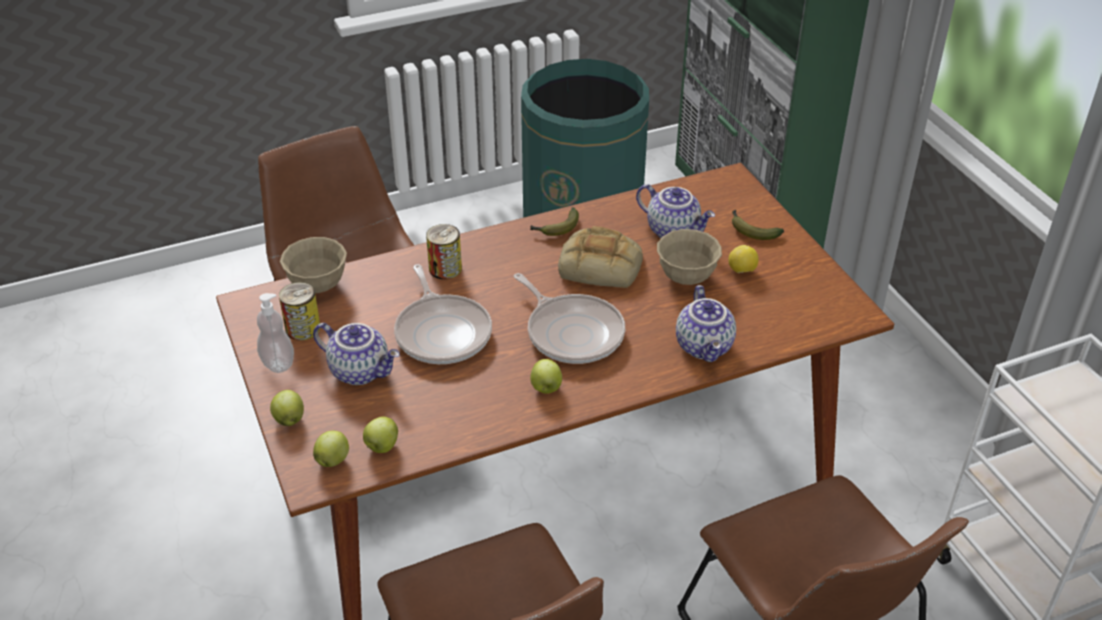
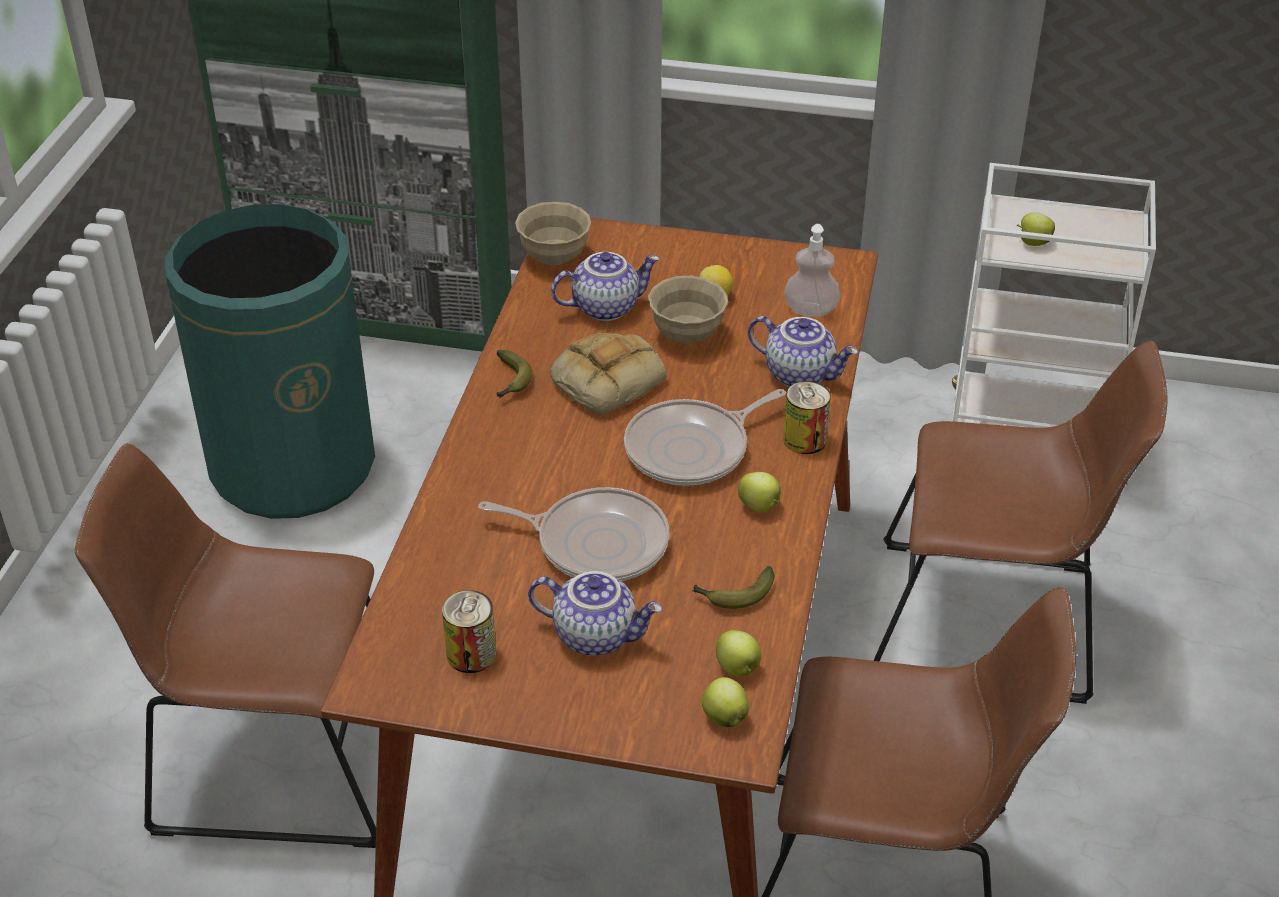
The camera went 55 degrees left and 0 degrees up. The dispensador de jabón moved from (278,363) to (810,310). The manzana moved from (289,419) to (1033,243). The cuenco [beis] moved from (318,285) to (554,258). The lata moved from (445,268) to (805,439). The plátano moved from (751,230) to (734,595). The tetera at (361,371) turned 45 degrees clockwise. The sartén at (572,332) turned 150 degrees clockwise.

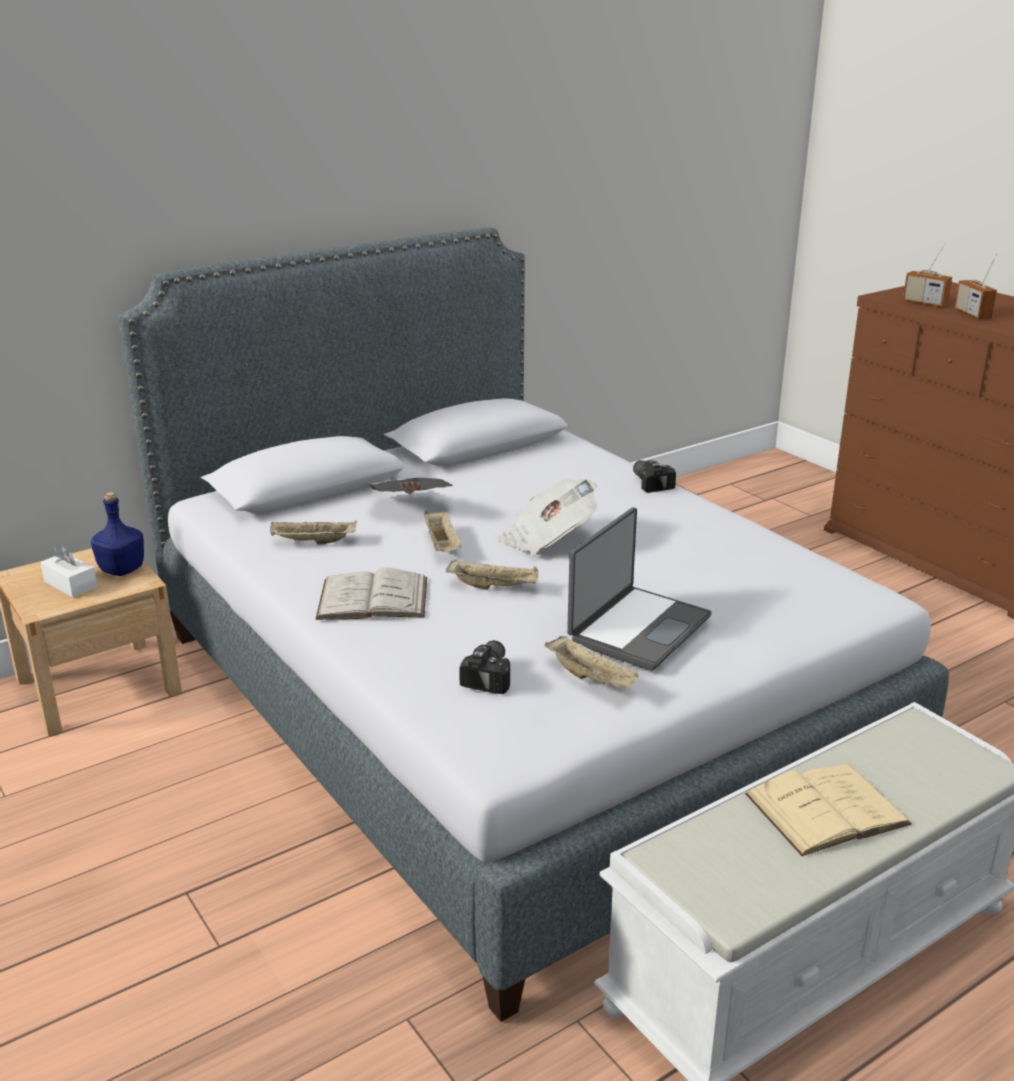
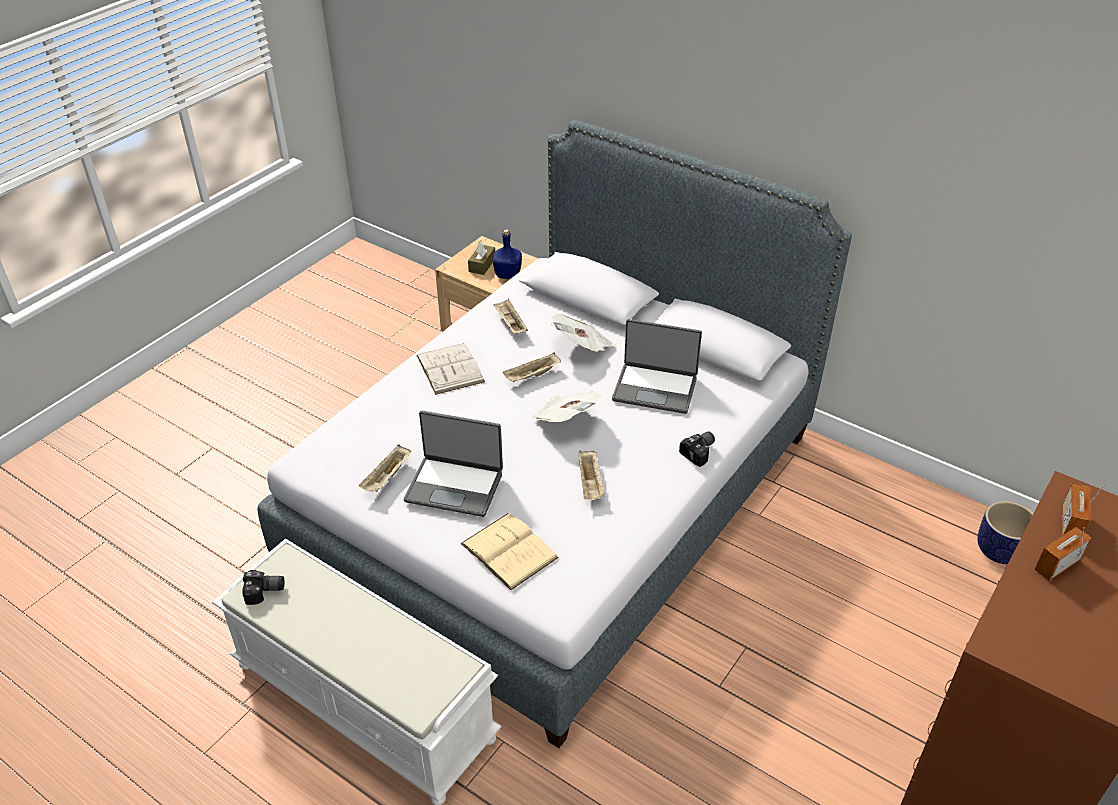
The camera went 70 degrees right and 15 degrees up. The portátil at (655,388) appeared. The maceta at (1000,550) appeared. The bandeja [beis] moved from (494,586) to (590,484). The cámara moved from (491,676) to (265,592). The libro [beis] moved from (826,809) to (509,550). The caja de pañuelos [blanco] at (70,584) became the caja de pañuelos [marrón] at (482,265).

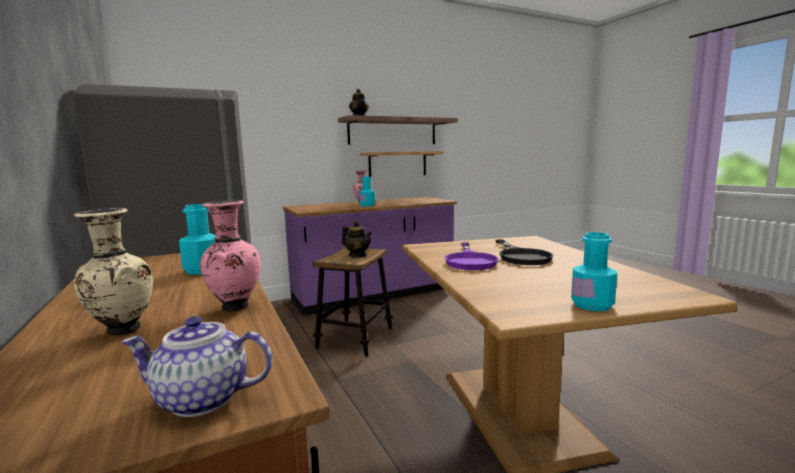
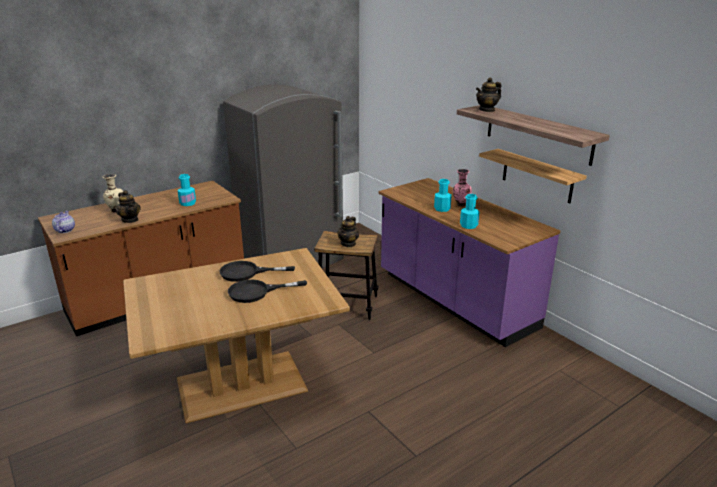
The camera went 80 degrees right and 15 degrees up. The botella [turquesa] moved from (592,305) to (468,225). The florero [rosa] at (234,307) was replaced by the tetera at (130,220). The sartén [morado] at (470,260) became the sartén [negro] at (246,273).

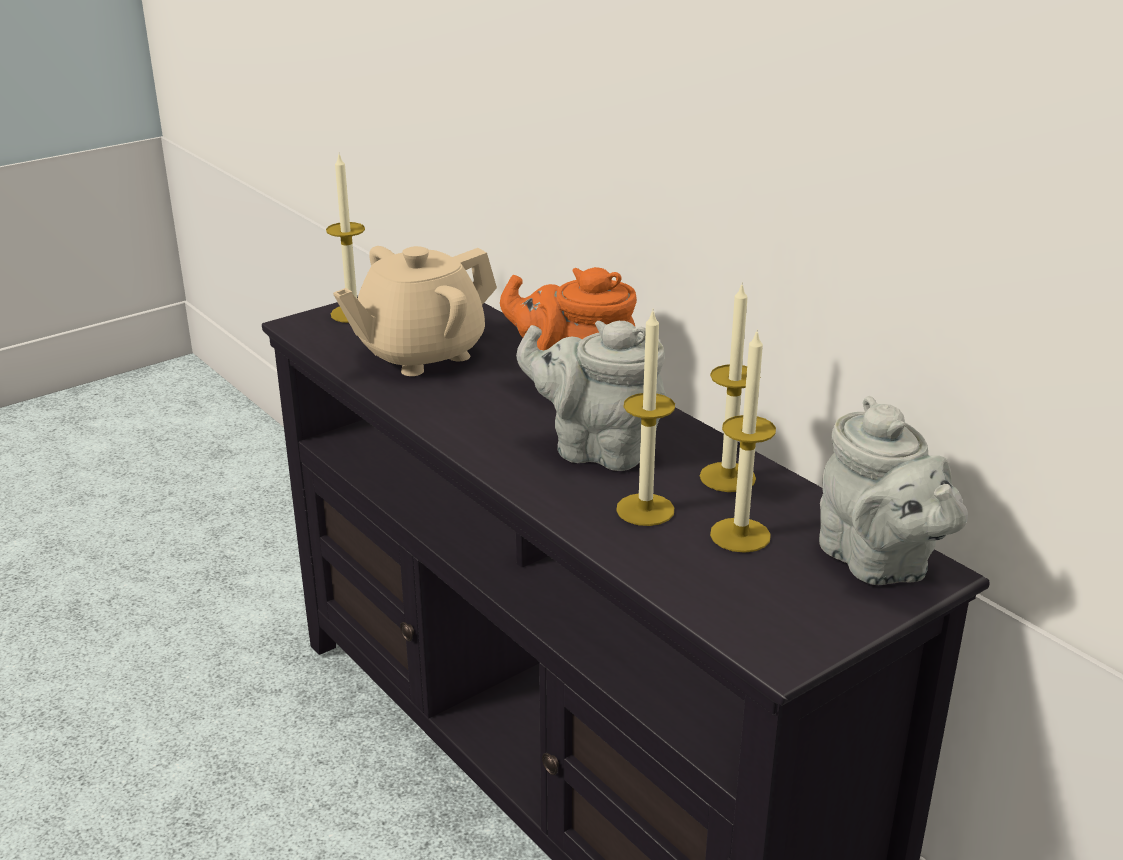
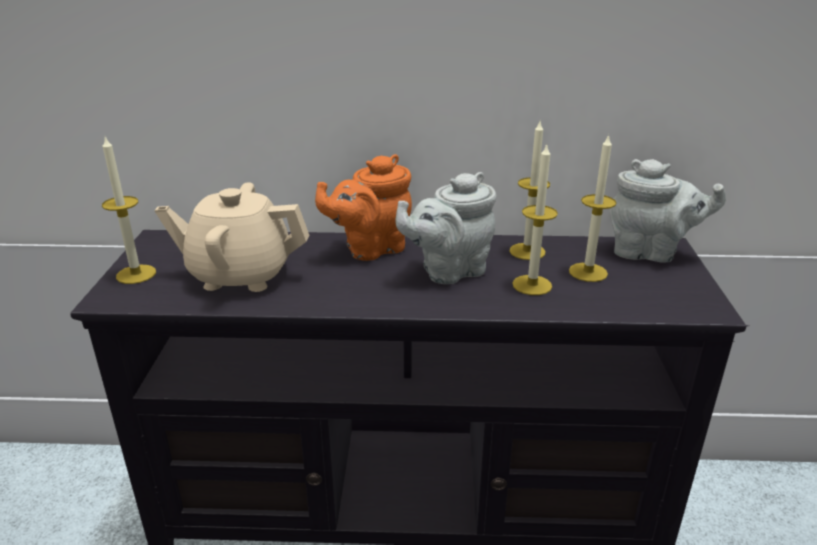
The camera went 50 degrees left and 0 degrees up. The tetera [beis] at (420,354) turned 90 degrees clockwise.

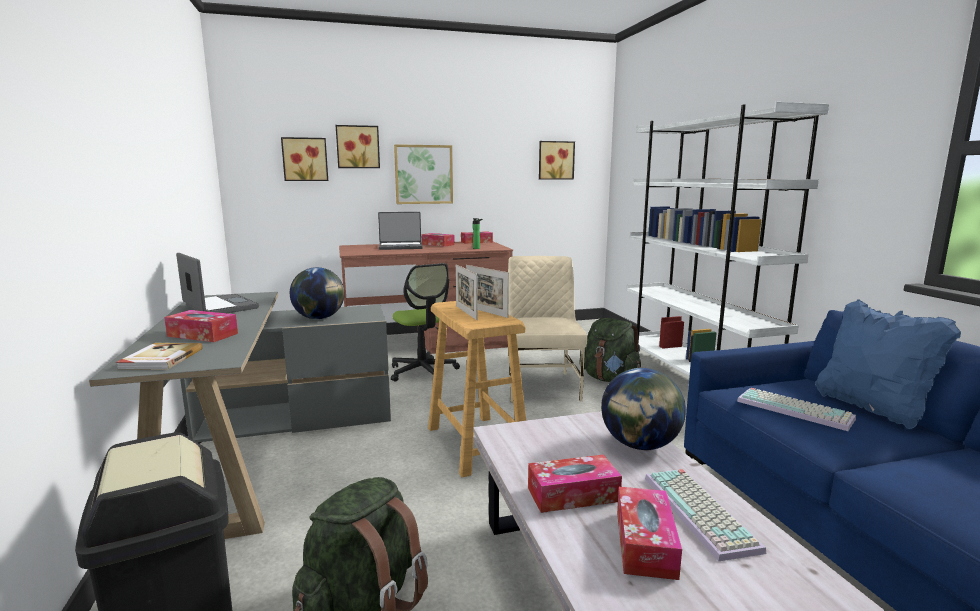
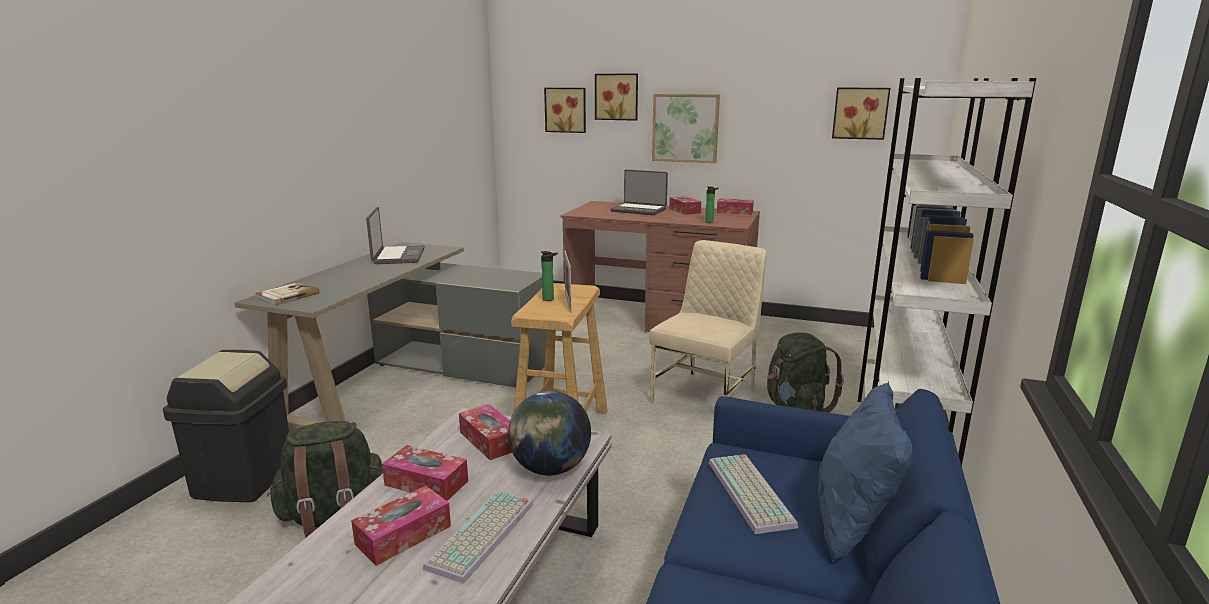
The camera went 35 degrees right and 5 degrees up. The globo terráqueo at (319,318) disappeared. The silla de oficina at (423,371) disappeared. The caja de pañuelos moved from (202,335) to (490,440). The portarretratos at (466,312) was replaced by the botella at (550,299).

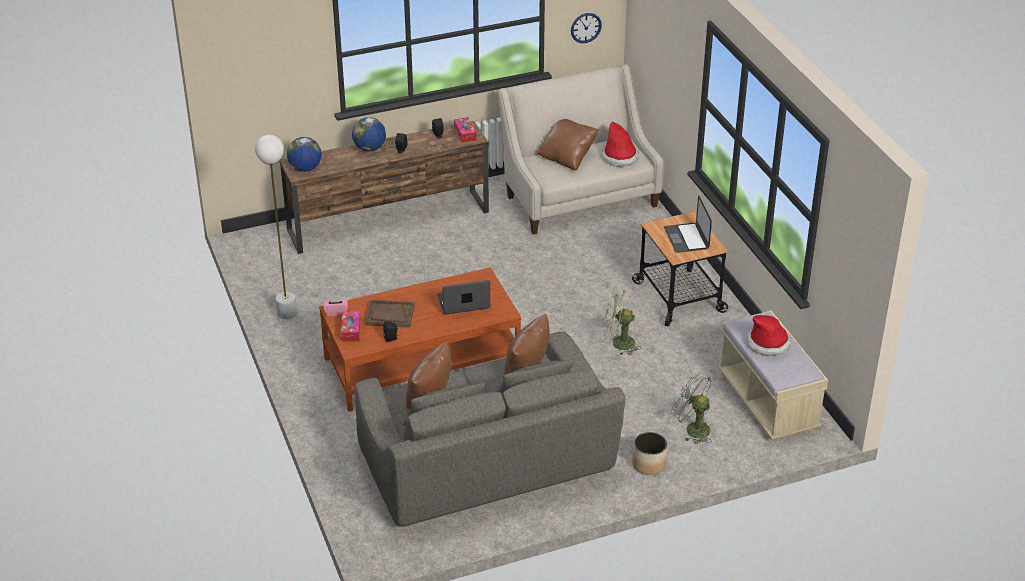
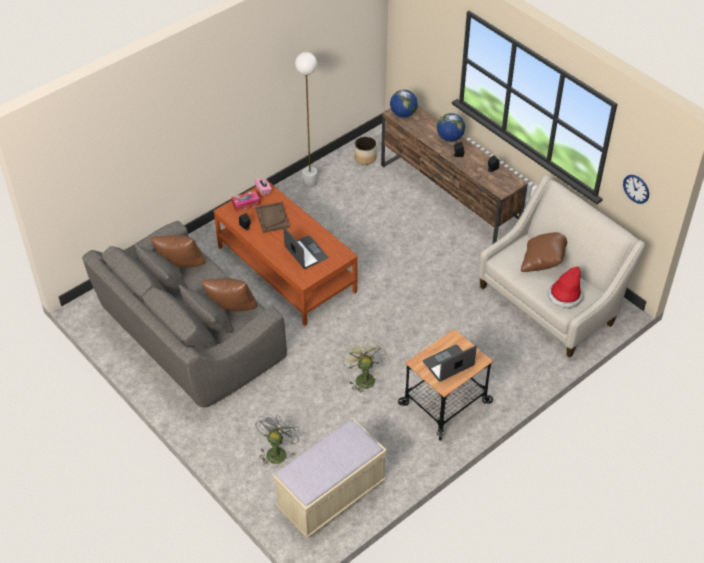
The camera went 70 degrees right and 10 degrees up. The caja de pañuelos at (465,134) disappeared. The sombrero at (768,343) disappeared. The maceta moved from (648,464) to (365,158).

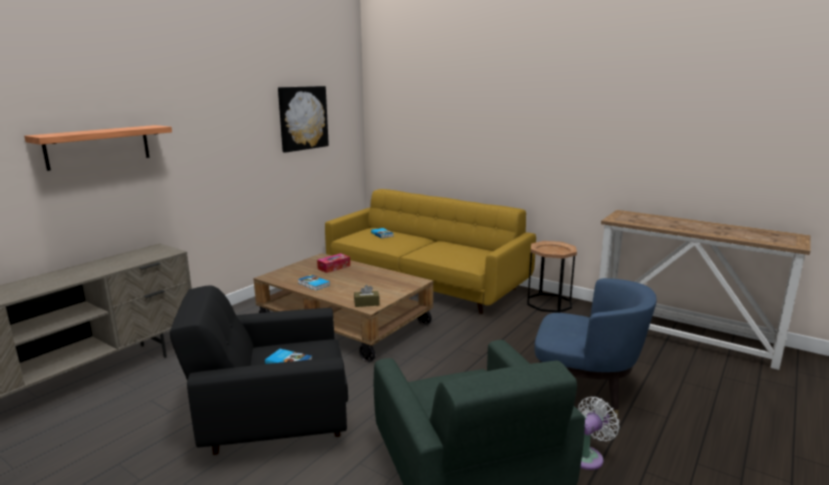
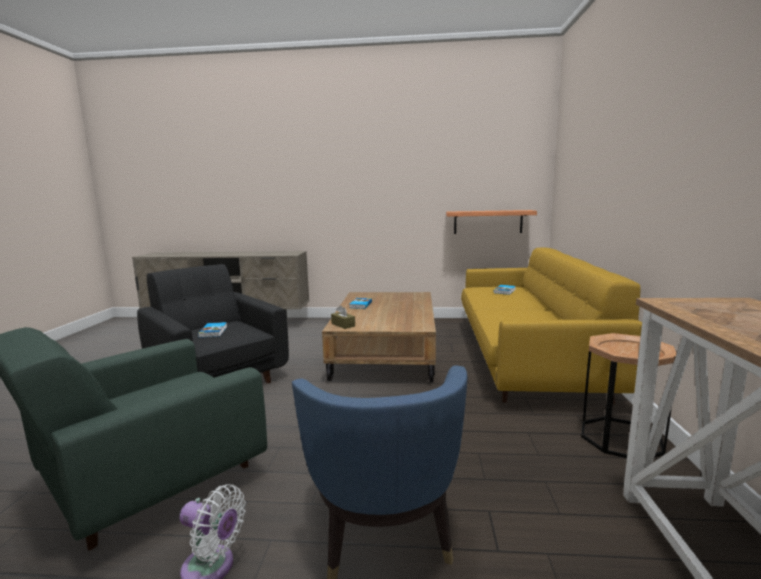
The camera went 60 degrees right and 5 degrees down. The cuadro at (303,118) disappeared. The caja de pañuelos at (334,267) disappeared. The estante moved from (98,146) to (488,222).

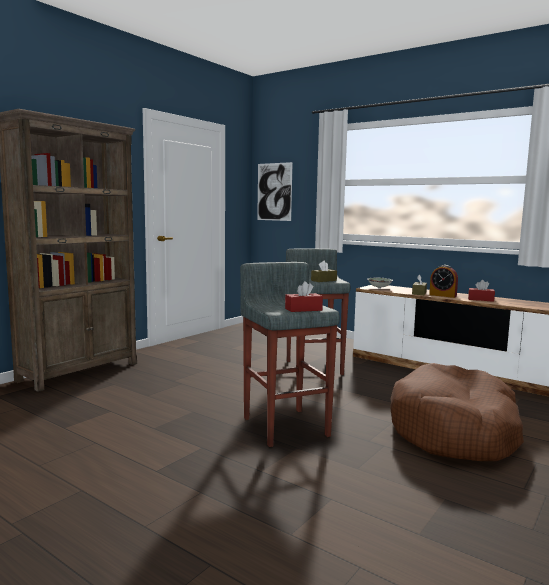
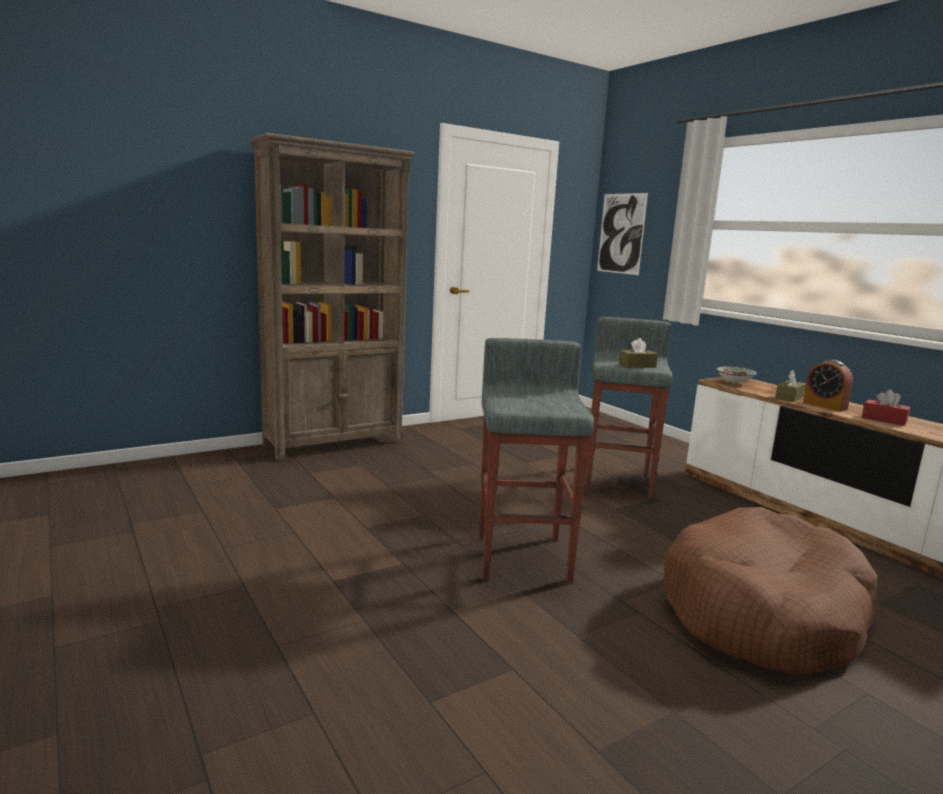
The camera went 20 degrees right and 5 degrees up. The caja de pañuelos [rojo] at (303,309) disappeared.

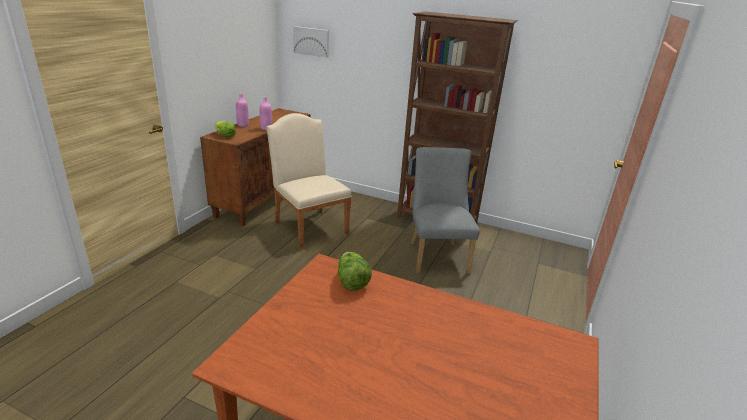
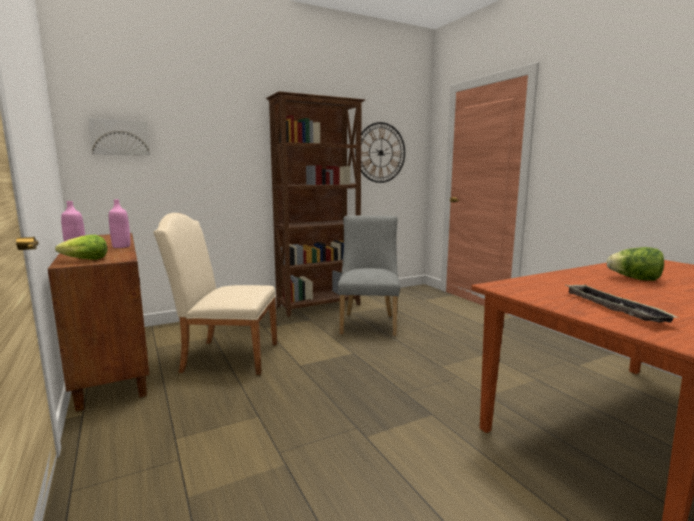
The camera went 50 degrees left and 15 degrees down. The reloj de pared at (380,153) appeared. The bandeja at (613,308) appeared. The lechuga moved from (351,282) to (634,279). The silla [gris] at (436,255) turned 60 degrees clockwise.

